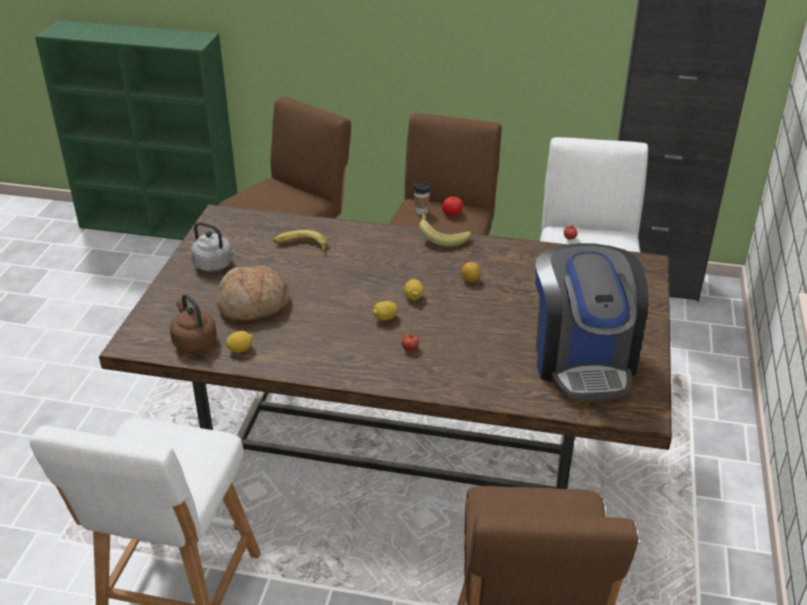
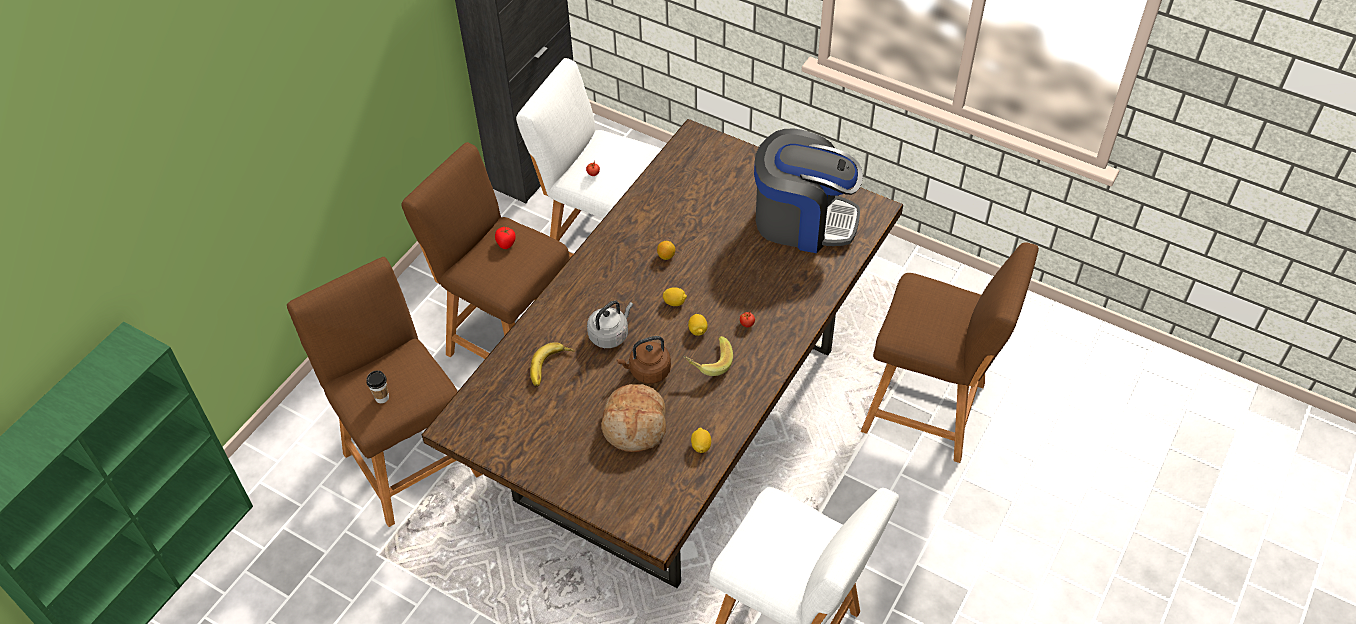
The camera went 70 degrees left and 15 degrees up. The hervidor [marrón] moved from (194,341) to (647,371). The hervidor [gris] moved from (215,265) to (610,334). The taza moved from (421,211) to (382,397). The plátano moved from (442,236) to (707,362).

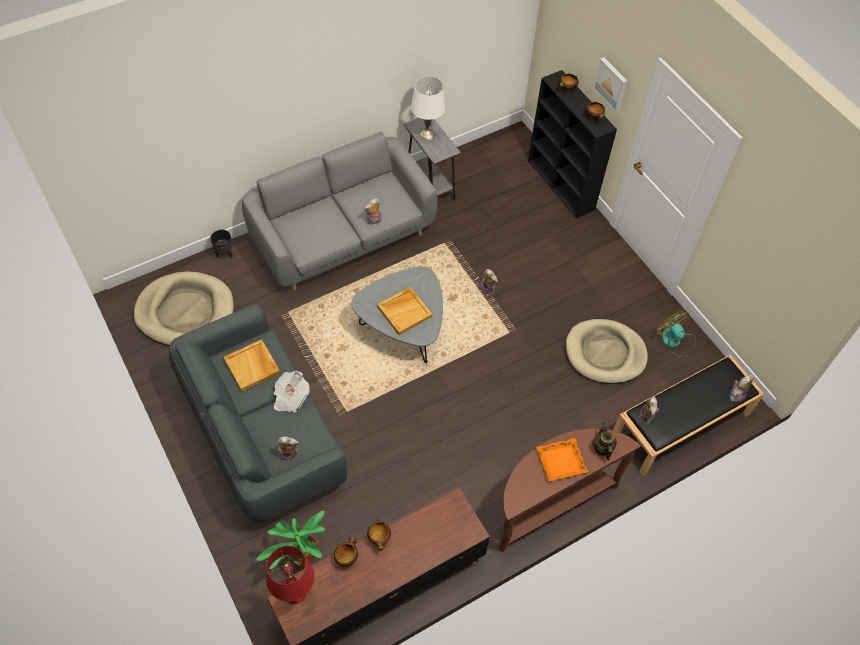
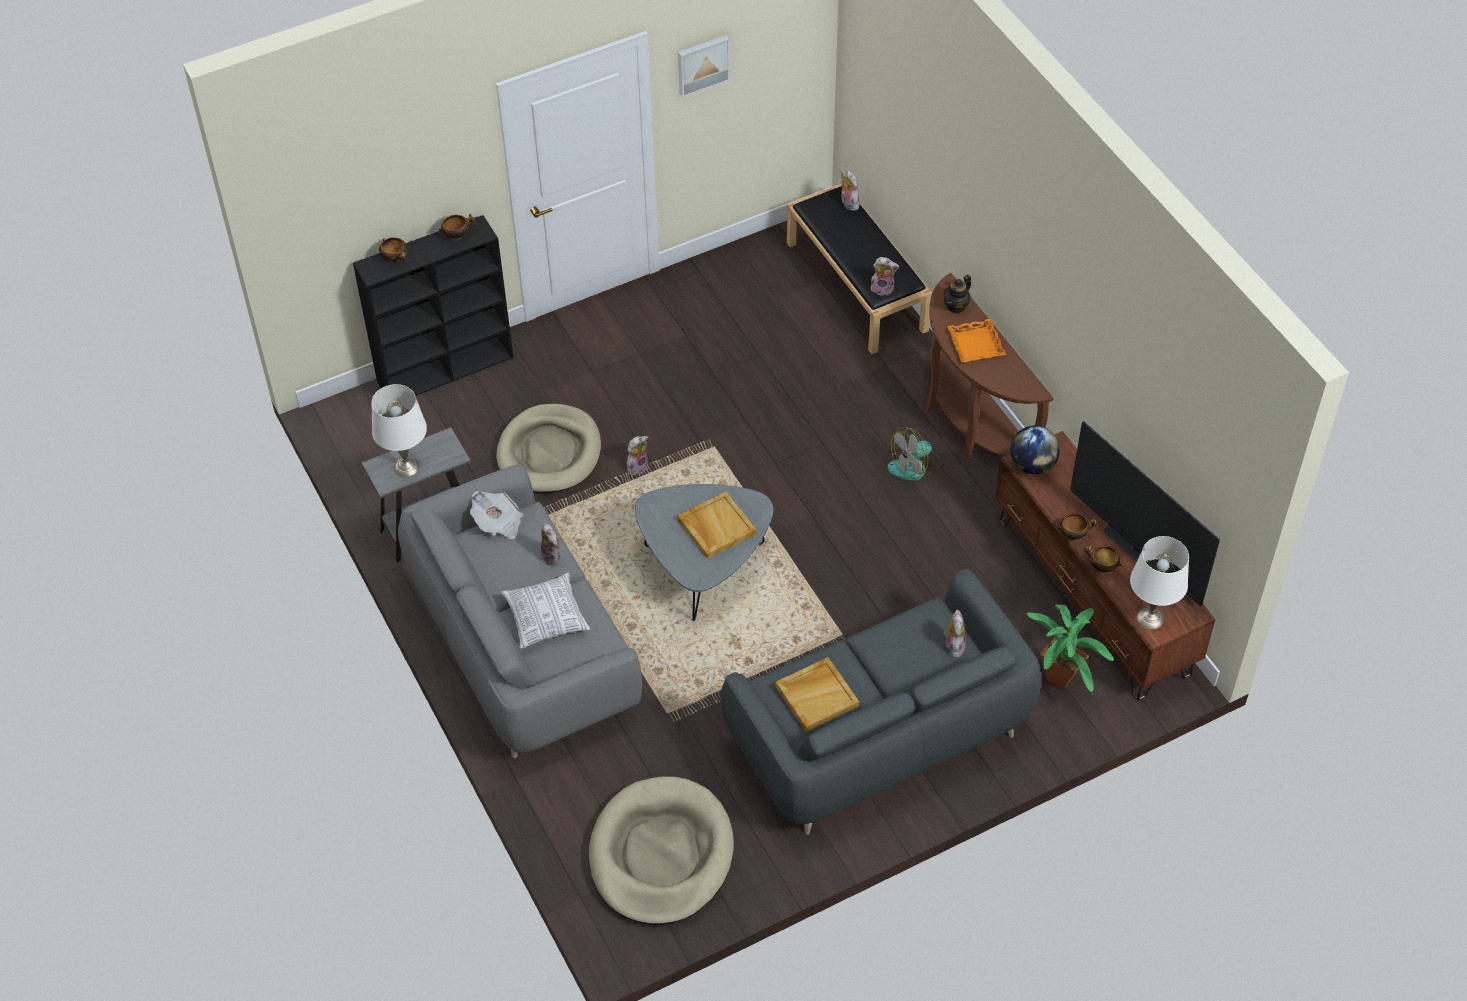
The camera went 85 degrees left and 5 degrees down. The maceta [negro] at (225,254) disappeared. The cojín at (546,618) appeared. The globo terráqueo at (1032,465) appeared. The televisor at (1135,551) appeared. The periódico moved from (290,397) to (498,522). The cama para perro [beis] moved from (605,353) to (549,452). The cuadro moved from (611,83) to (702,64). The ventilador moved from (675,341) to (915,466). The lámpara de mesa [rojo] at (295,593) became the lámpara de mesa [blanco] at (1150,617). The tetera at (602,448) turned 45 degrees counterclockwise.

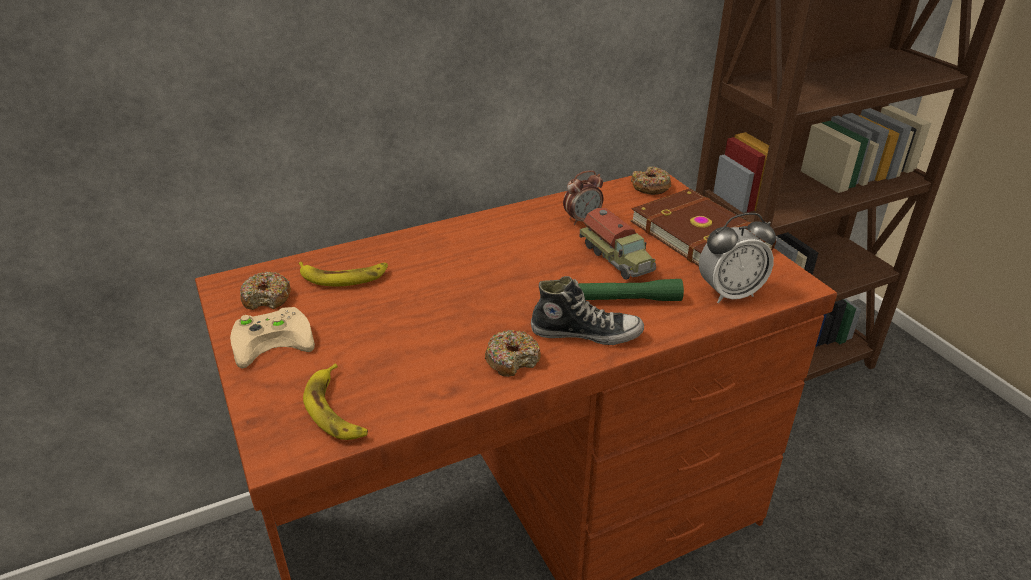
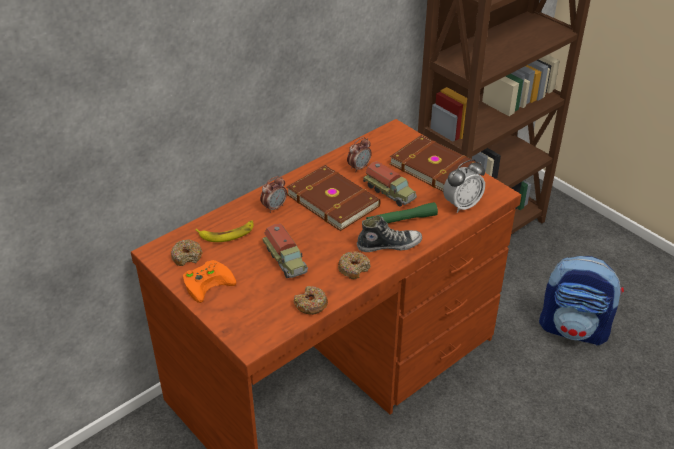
The camera went 15 degrees left and 5 degrees up. The plátano at (336,410) disappeared. The despertador at (274,207) appeared. The camión de juguete at (286,260) appeared. The libro [marrón] at (333,199) appeared. The mochila at (574,329) appeared. The rosquilla moved from (650,187) to (311,304). The mando de consola [beis] at (274,339) became the mando de consola [naranja] at (208,281).

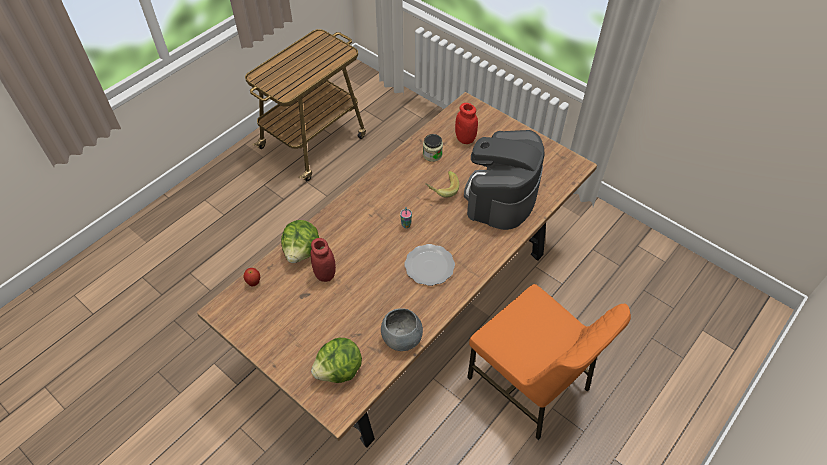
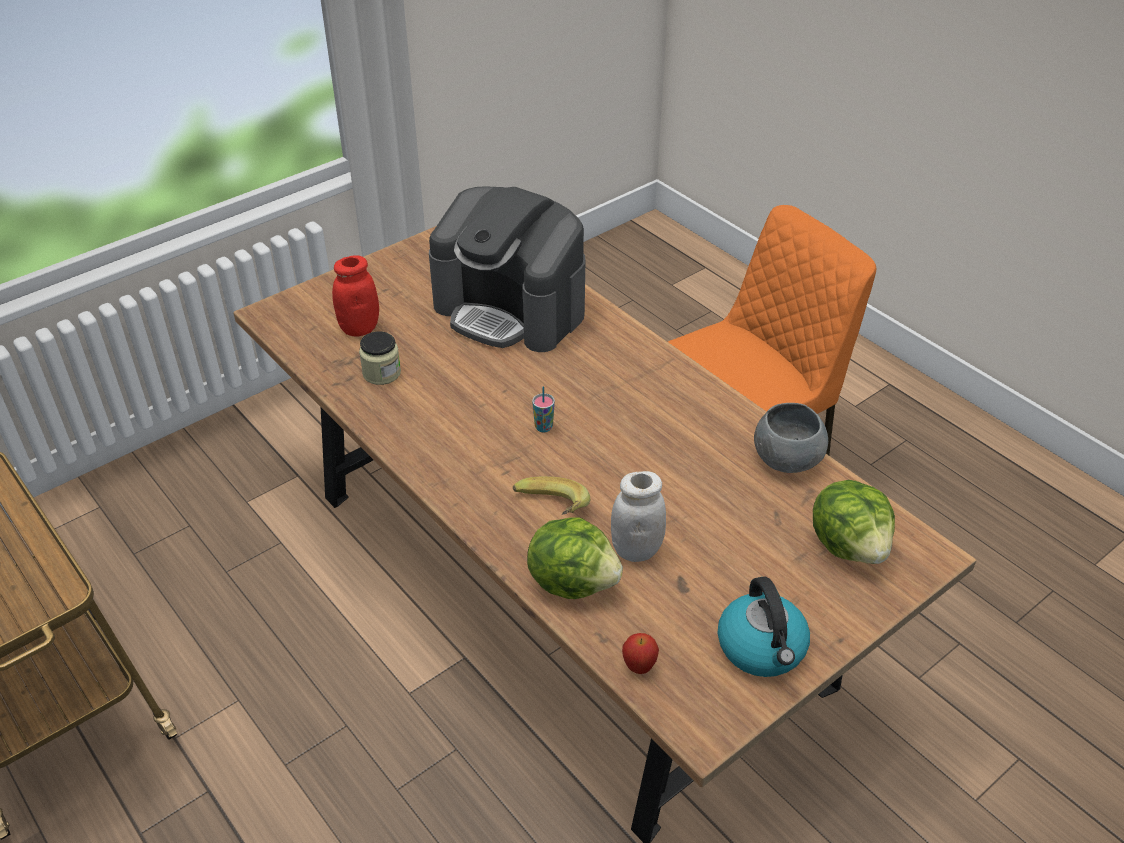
The camera went 80 degrees left and 10 degrees down. The plato at (430,265) disappeared. The hervidor at (762,648) appeared. The plátano moved from (441,189) to (550,513). The tarro [rojo] at (325,274) became the tarro [blanco] at (636,550).

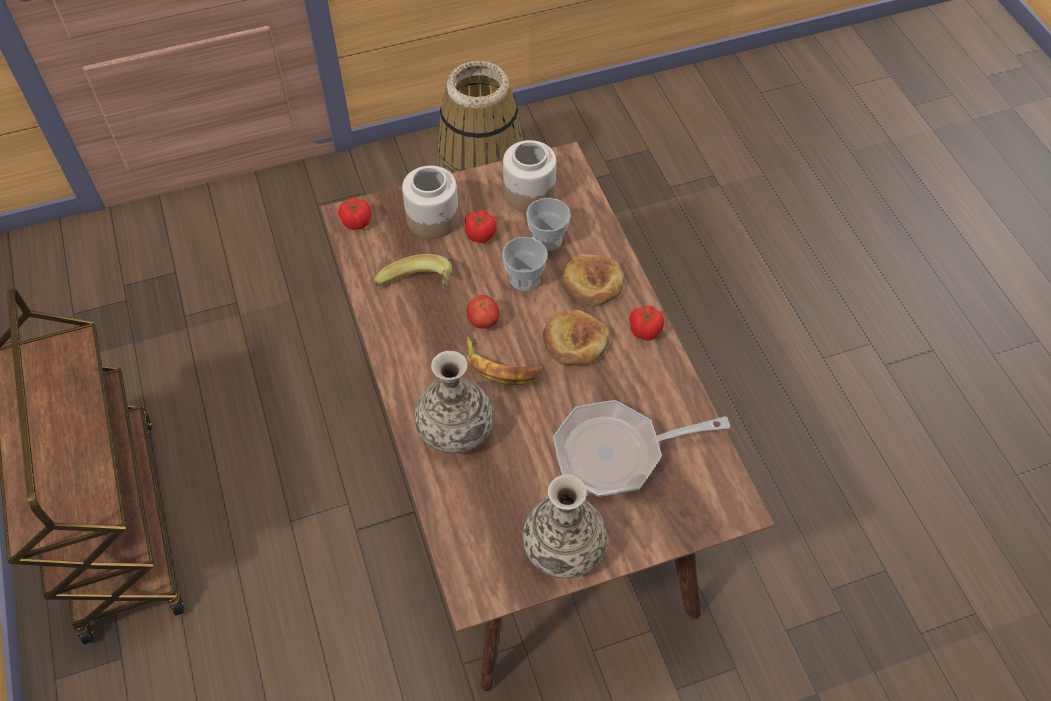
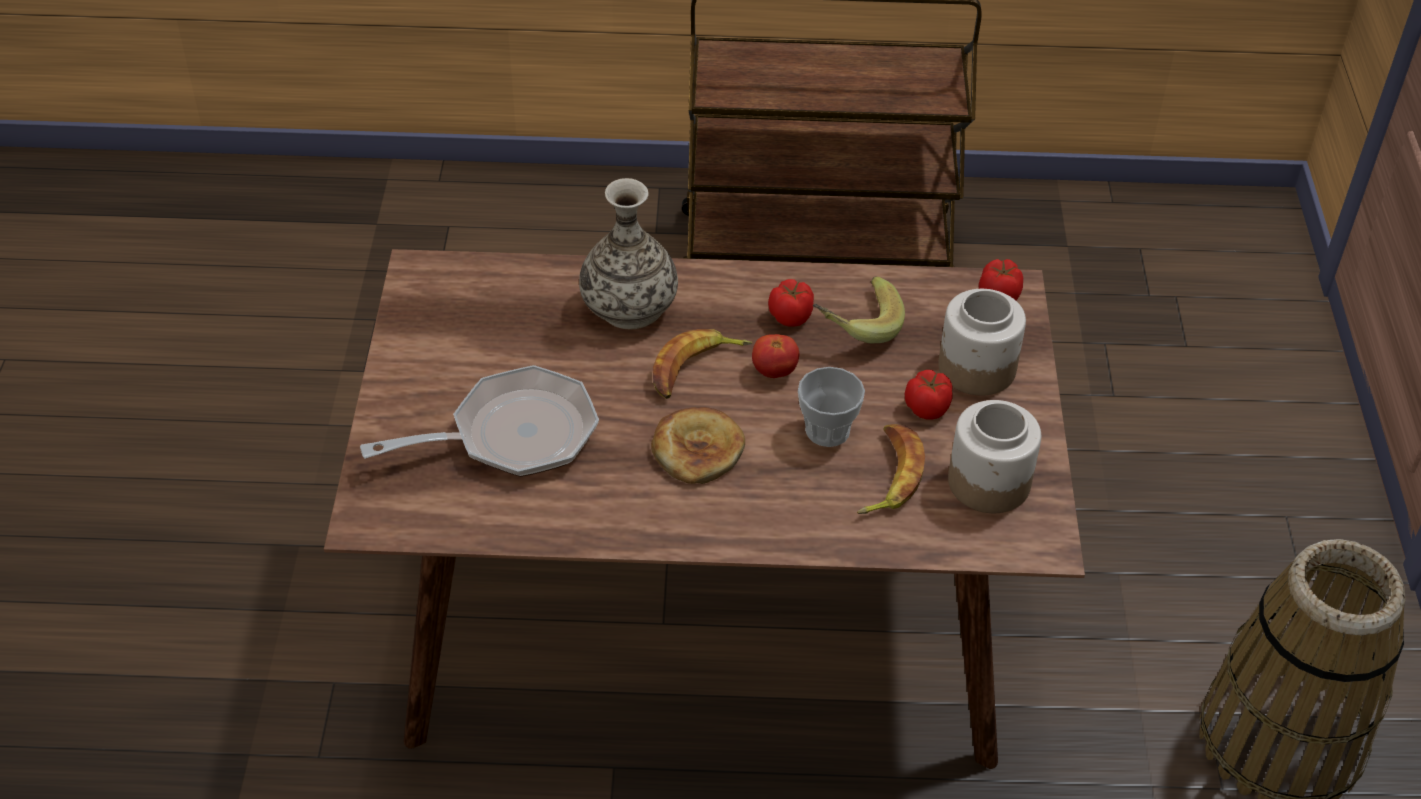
The camera went 110 degrees right and 10 degrees down. The florero at (563,548) disappeared. The pan at (592,283) disappeared. The tomate moved from (644,330) to (791,316). The taza at (547,239) was replaced by the plátano at (889,475). The sartén at (617,452) turned 60 degrees clockwise.

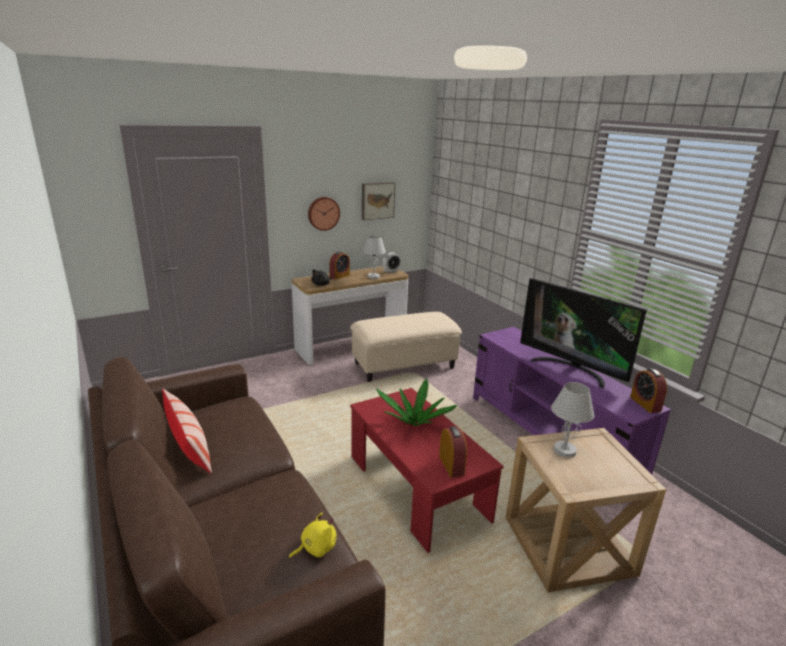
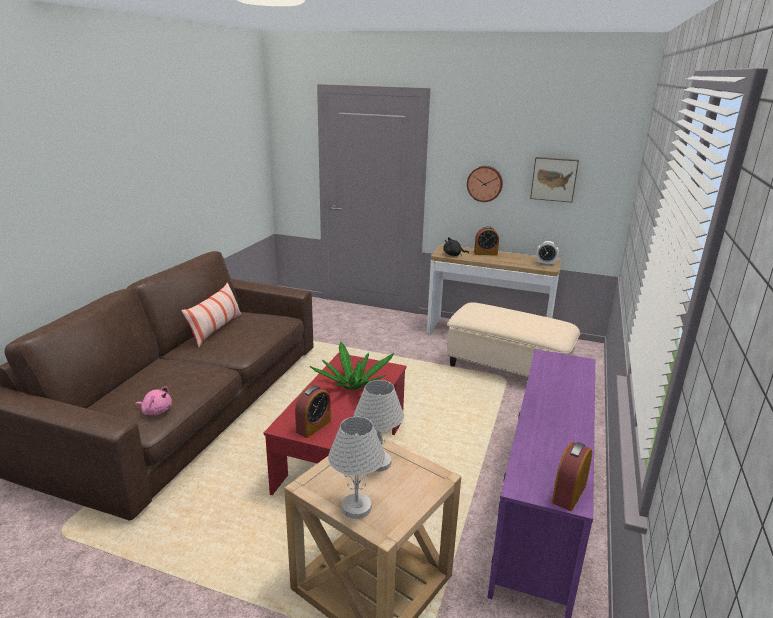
The camera went 50 degrees right and 0 degrees up. The televisor at (571,369) disappeared. The lámpara de mesa [blanco] moved from (373,276) to (356,507). The peluche [amarillo] at (316,547) became the peluche [rosa] at (156,411).

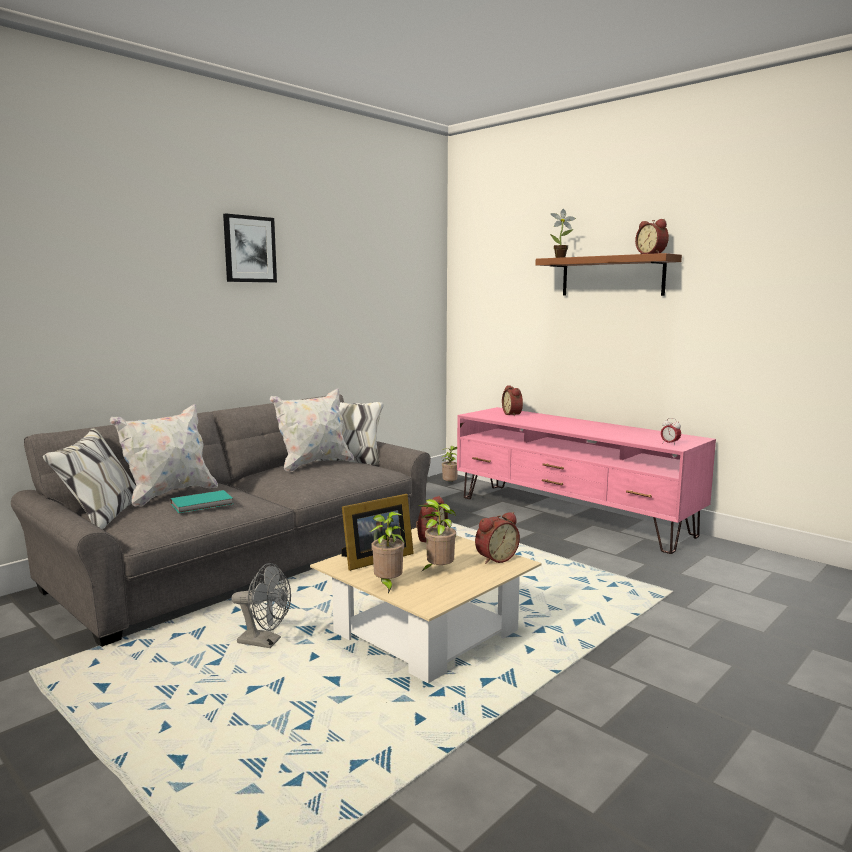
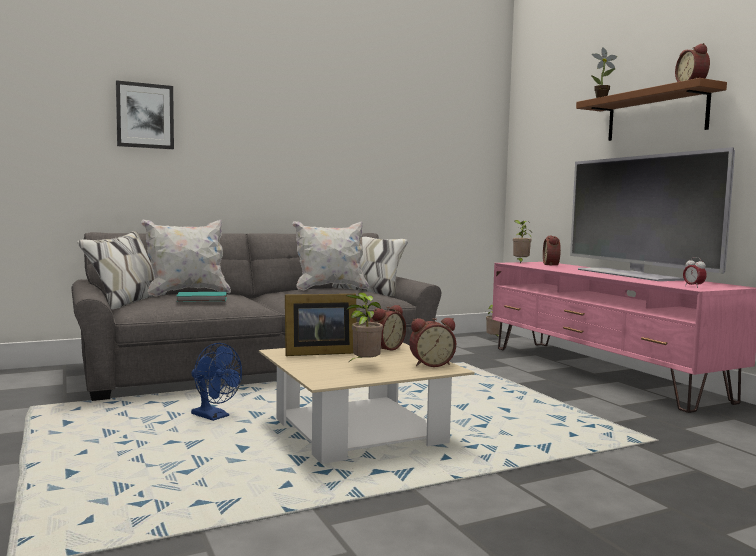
The camera went 20 degrees right and 5 degrees down. The televisor at (630,274) appeared. The cuadro moved from (249,249) to (145,116). The planta en maceta moved from (387,585) to (520,262). The ventilador [gris] at (265,642) became the ventilador [azul] at (214,417).

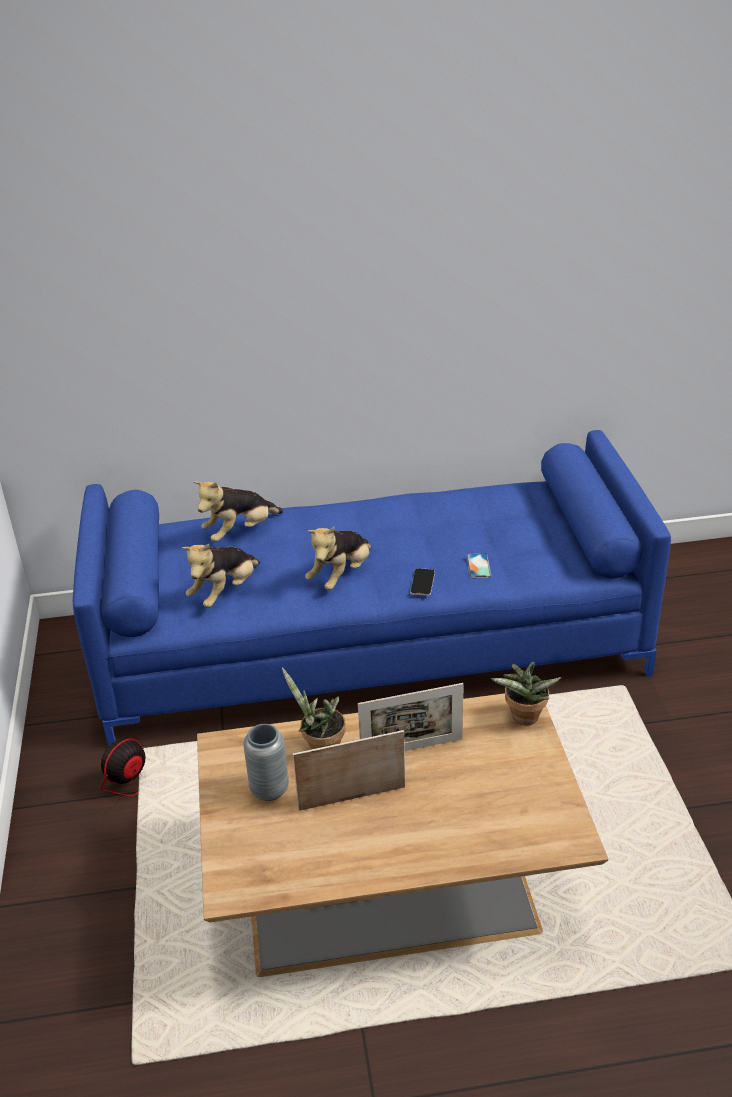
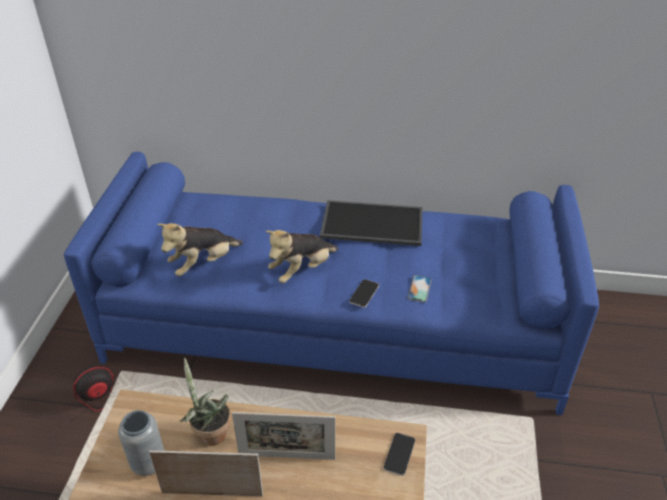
The camera went 15 degrees right and 5 degrees up. The peluche at (240,532) disappeared. The bandeja at (371,224) appeared. The planta en maceta at (524,719) was replaced by the móvil at (399,454).

